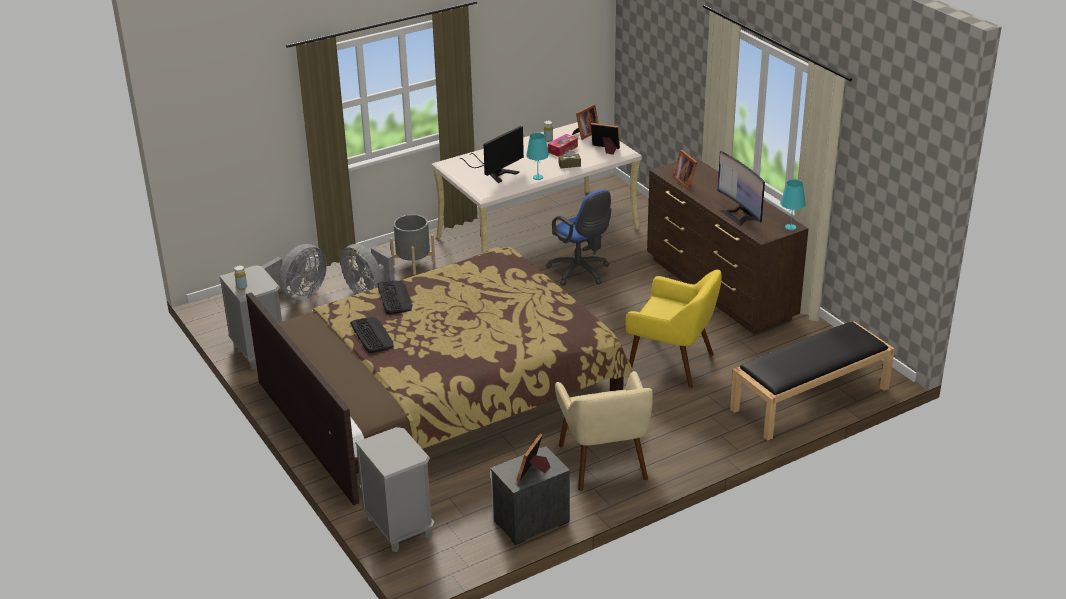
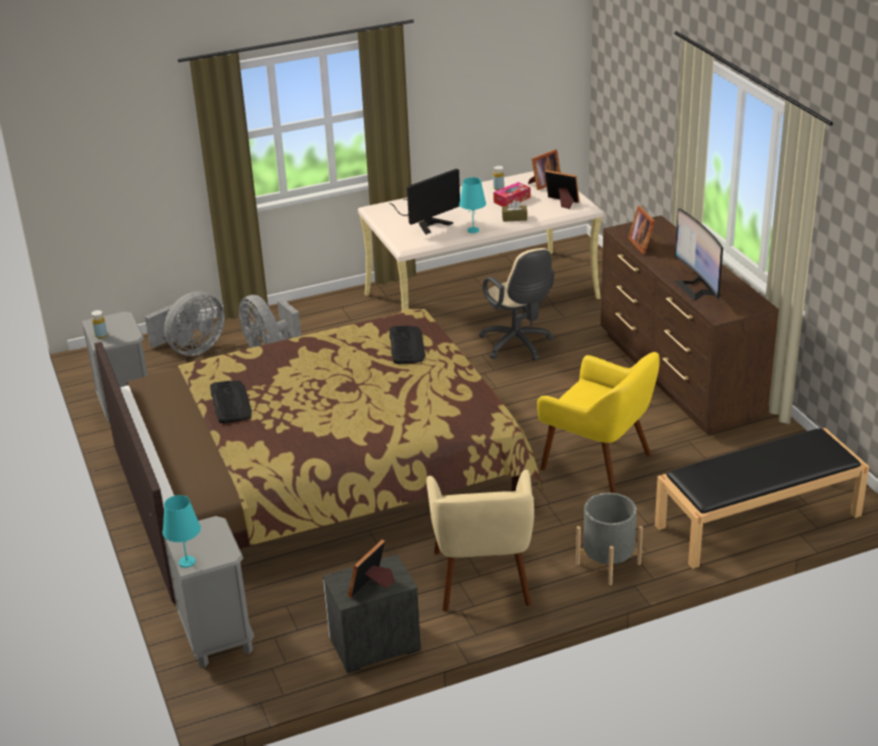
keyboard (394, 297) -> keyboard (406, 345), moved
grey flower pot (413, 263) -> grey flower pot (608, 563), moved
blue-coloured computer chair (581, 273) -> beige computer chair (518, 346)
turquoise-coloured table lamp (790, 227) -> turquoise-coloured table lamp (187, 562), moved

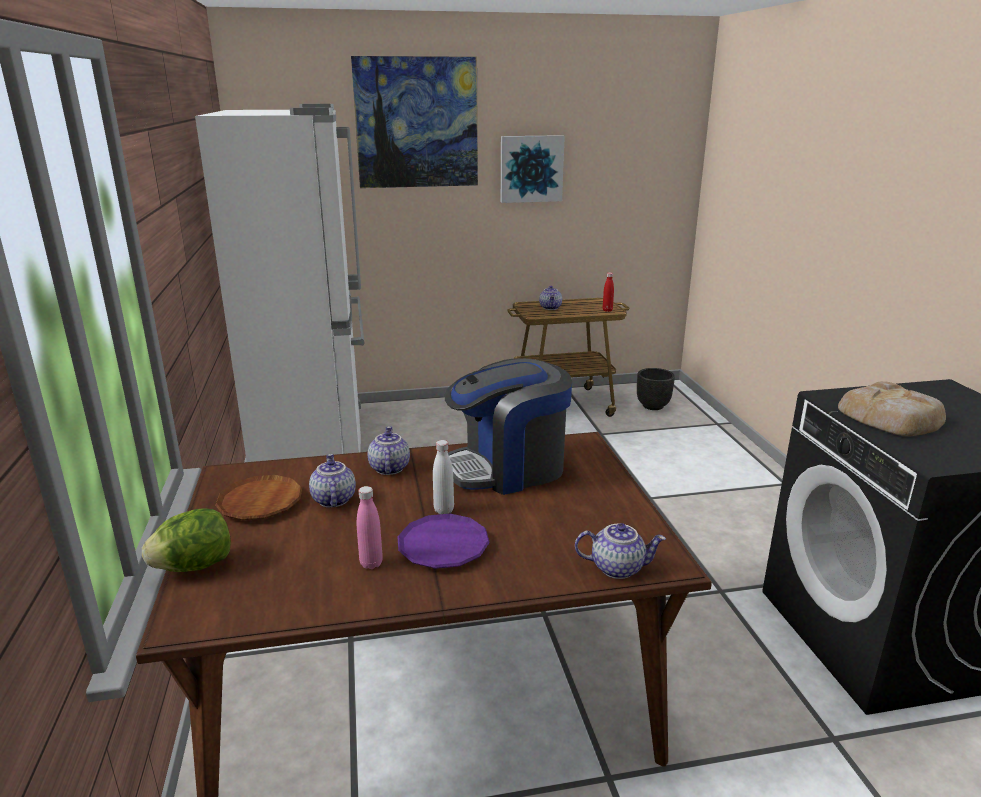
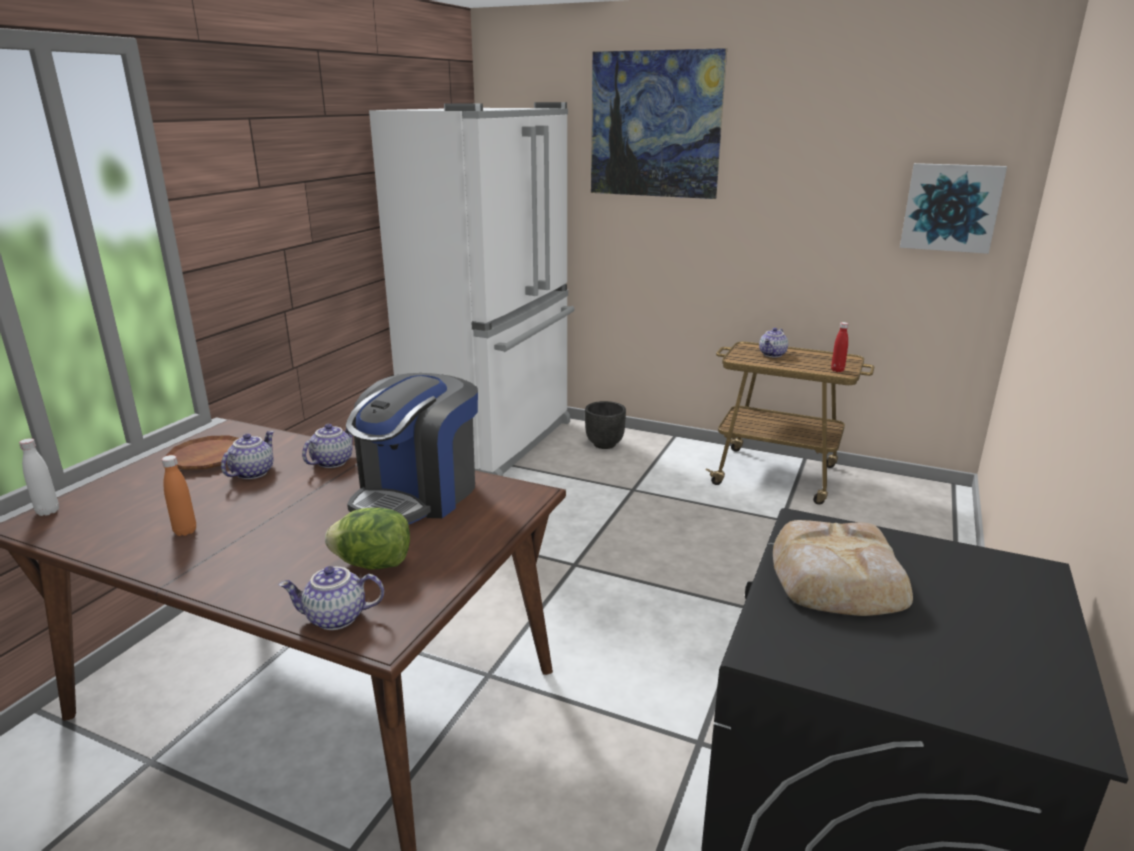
lettuce (195, 566) -> lettuce (373, 564), moved
pinkish drink bottle (371, 563) -> orange drink bottle (185, 531)
purplish plate (443, 546) -> none
white drink bottle (444, 510) -> white drink bottle (48, 511), moved
coffee brewer (507, 468) -> coffee brewer (418, 494), 75 degrees counterclockwise
wall art (531, 169) -> wall art (951, 207), moved
tea pot (617, 567) -> tea pot (335, 618), 135 degrees clockwise
black flower pot (653, 406) -> black flower pot (604, 444), moved

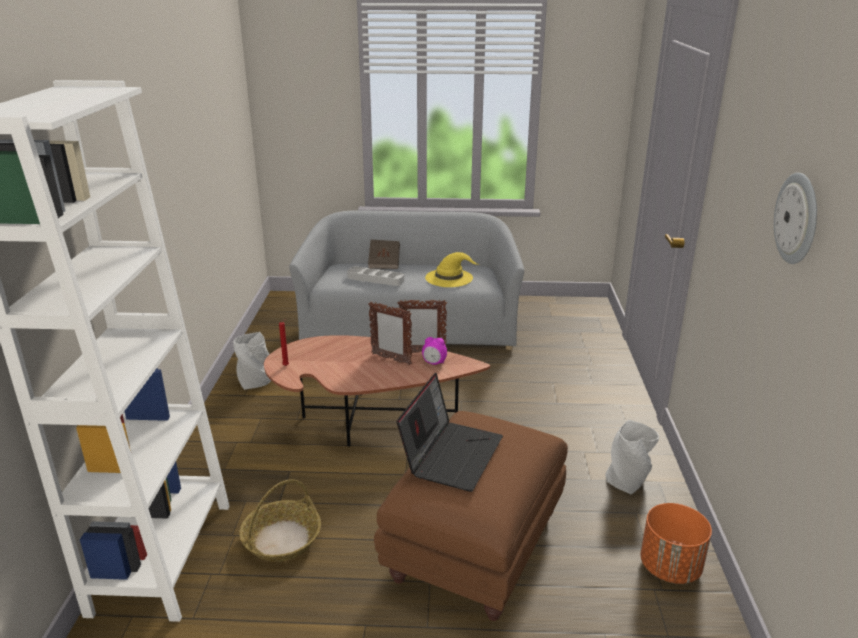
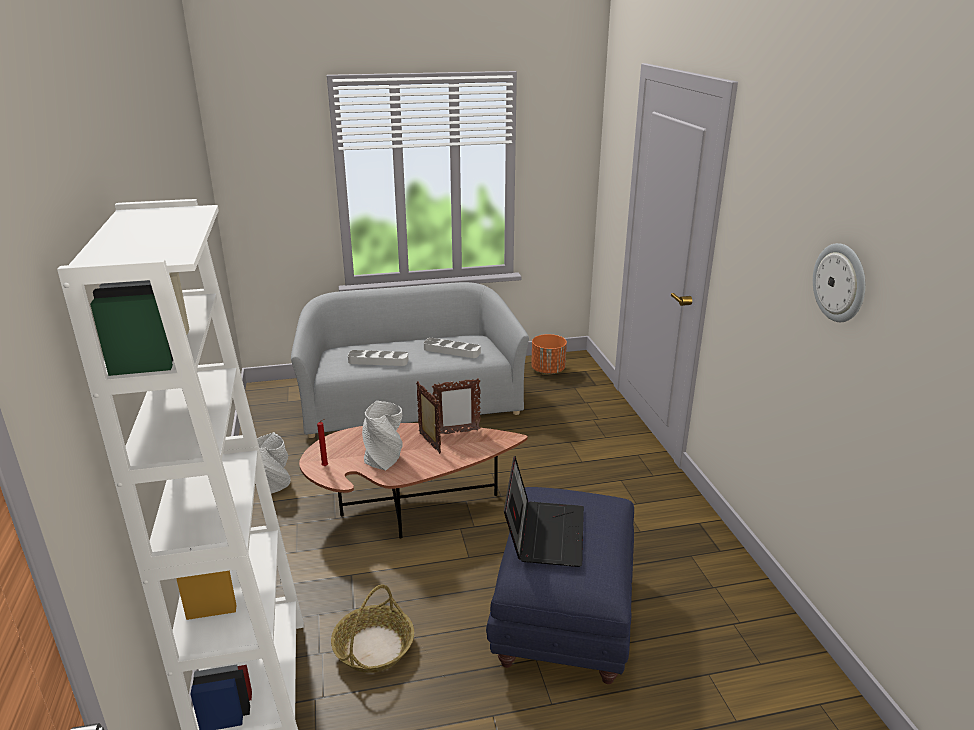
brown-coloured bound book (384, 262) -> none
photo frame (391, 359) -> photo frame (429, 443), 135 degrees counterclockwise
brown-coloured ottoman (475, 546) -> blue-coloured ottoman (564, 615)
alarm clock (434, 363) -> none
yellow wearable hat (450, 278) -> grey carrying tray (452, 351)
grey flower vase (628, 481) -> grey flower vase (384, 460), moved
orange flower pot (670, 567) -> orange flower pot (548, 370), moved

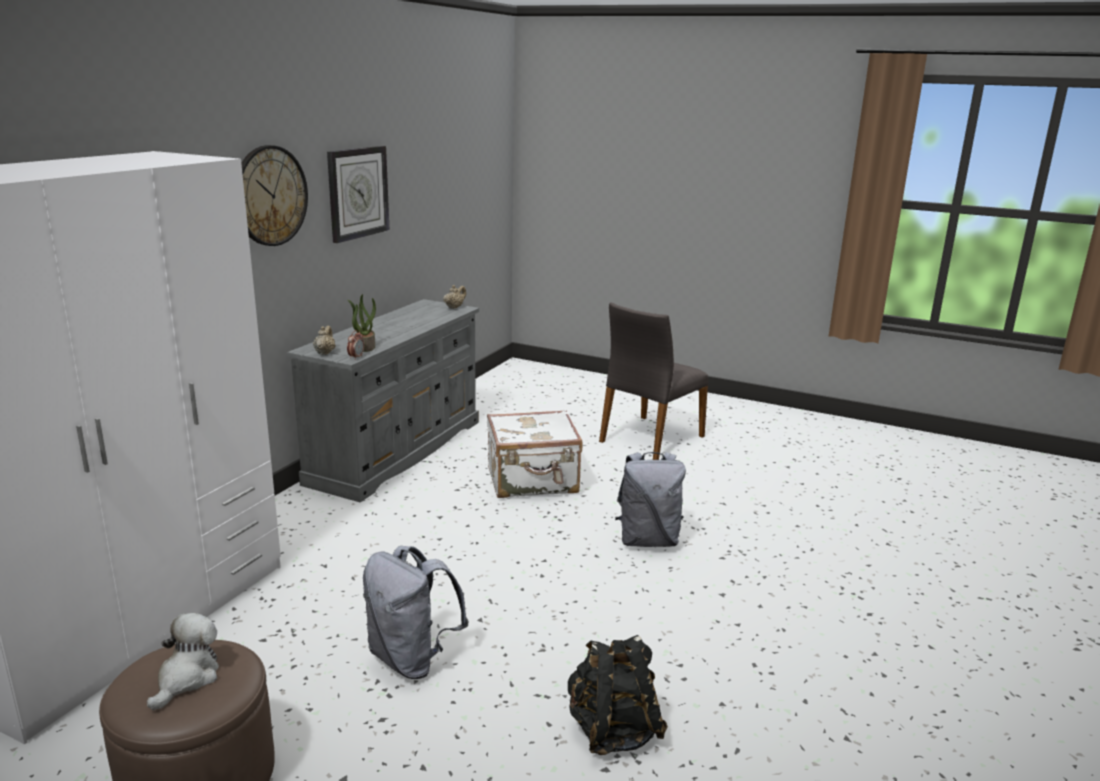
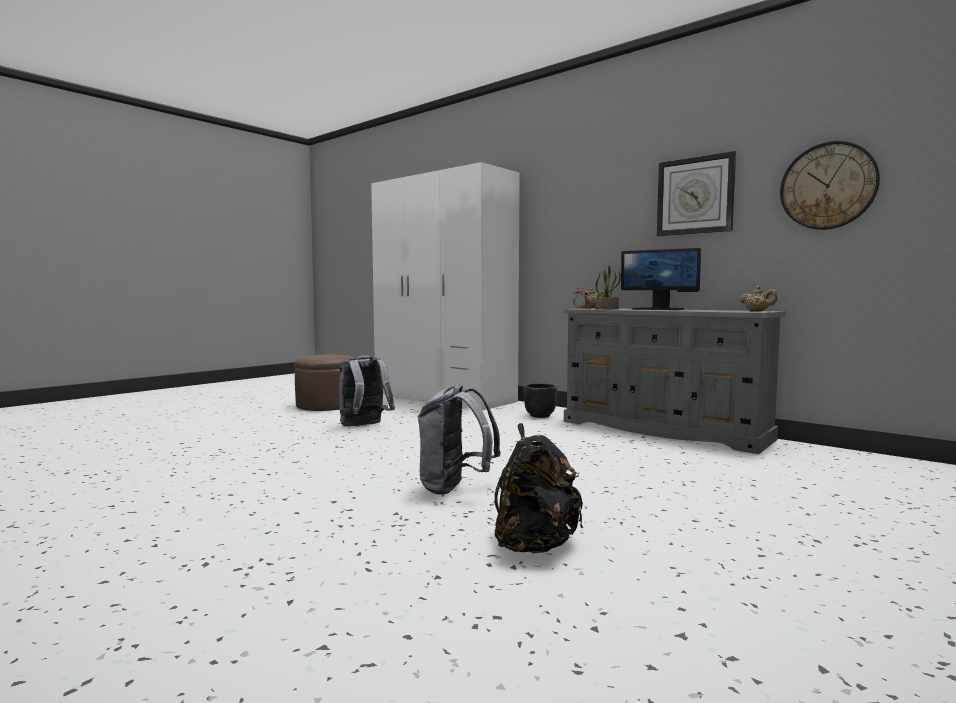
soft toy (187, 678) -> none
wall clock (270, 196) -> wall clock (828, 186), moved
white travel case (533, 481) -> none
black knapsack (612, 731) -> black knapsack (534, 545), moved
grey upright chair (649, 439) -> none
none -> black flower pot (539, 415)
none -> computer screen (658, 309)

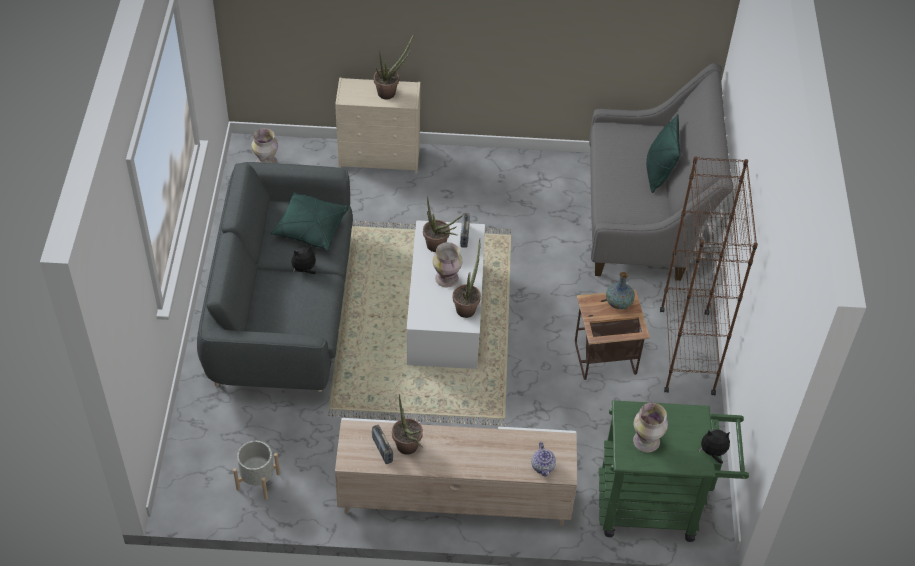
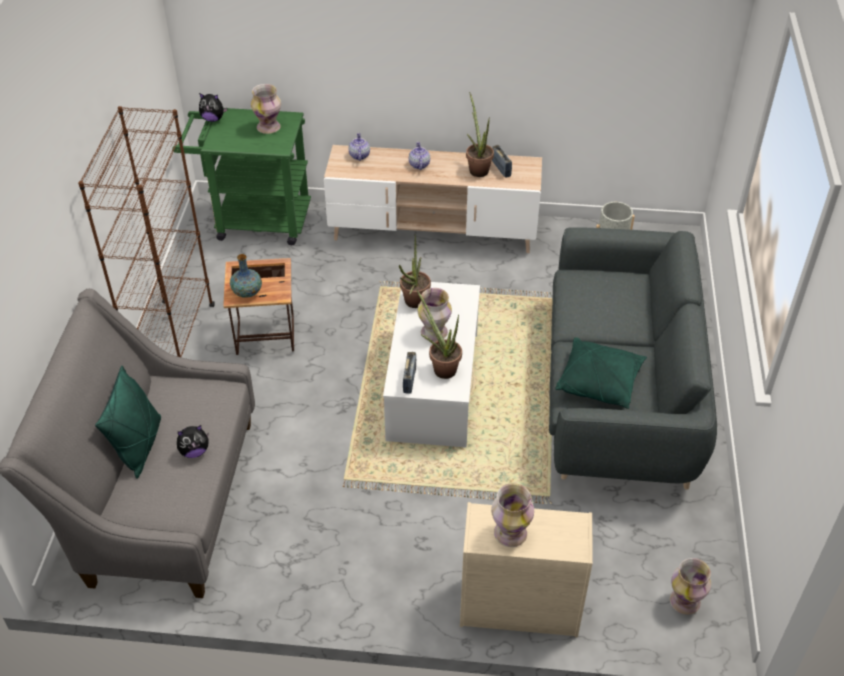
soft toy (304, 270) -> soft toy (194, 451), moved
houseplant (390, 92) -> flower vase (509, 533)
none -> tea pot (419, 164)

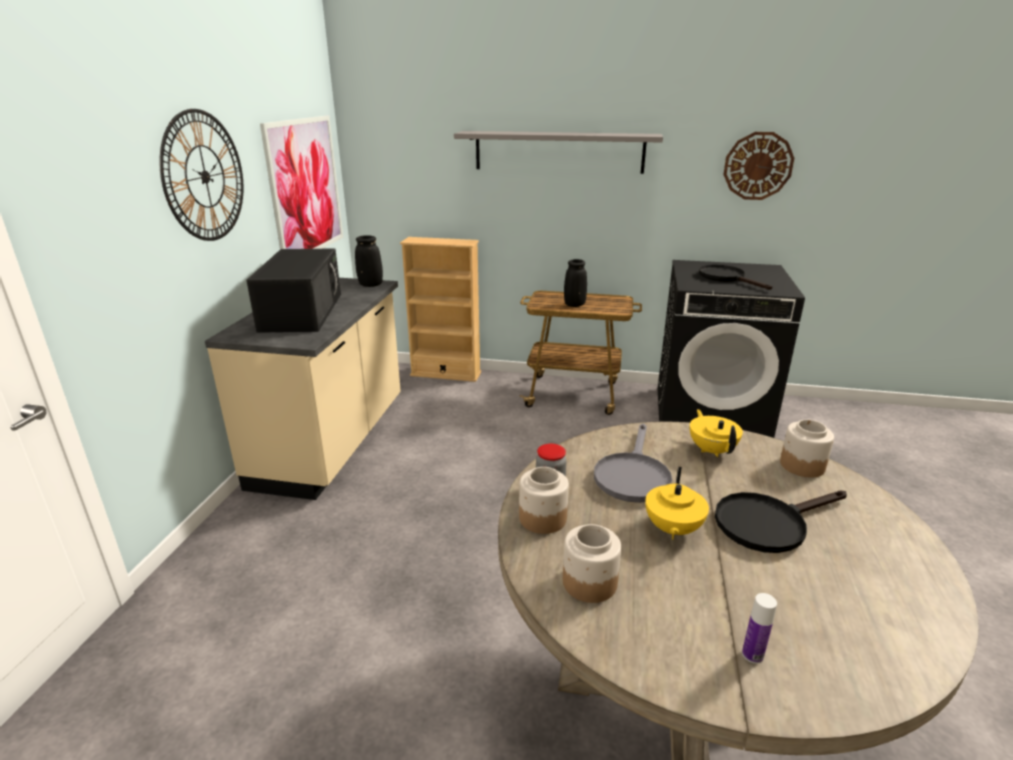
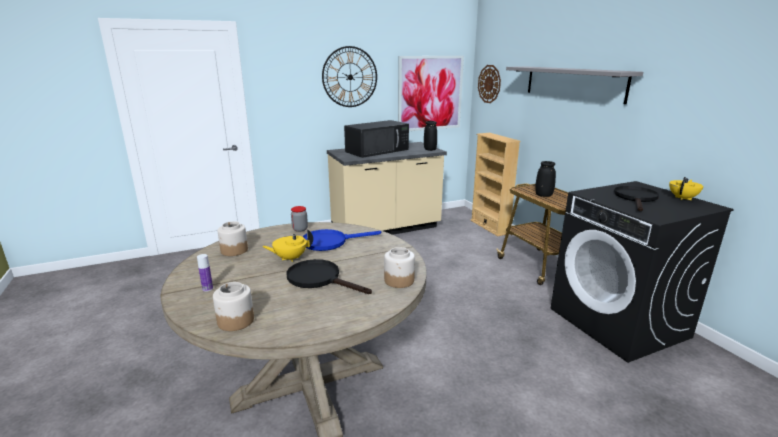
jar (542, 518) -> jar (235, 320), moved
grey pan (632, 475) -> blue-coloured pan (330, 242)
yellow tea pot (712, 450) -> yellow tea pot (683, 198), moved
wall clock (758, 166) -> wall clock (489, 84), moved

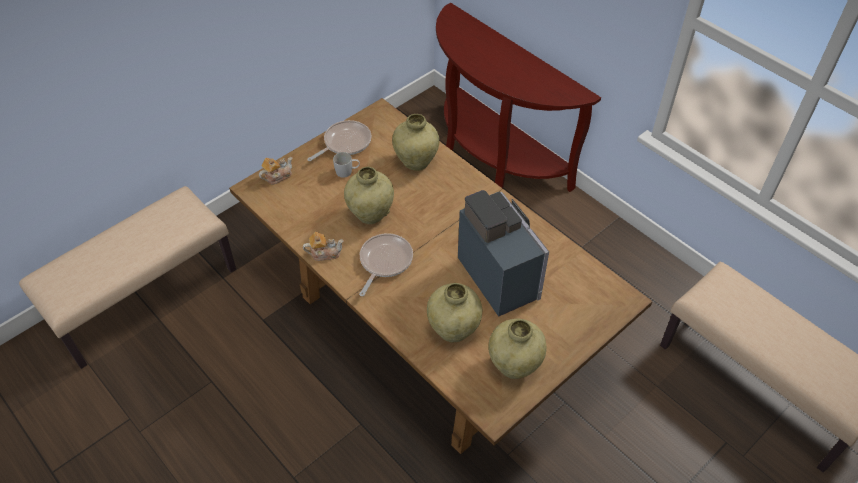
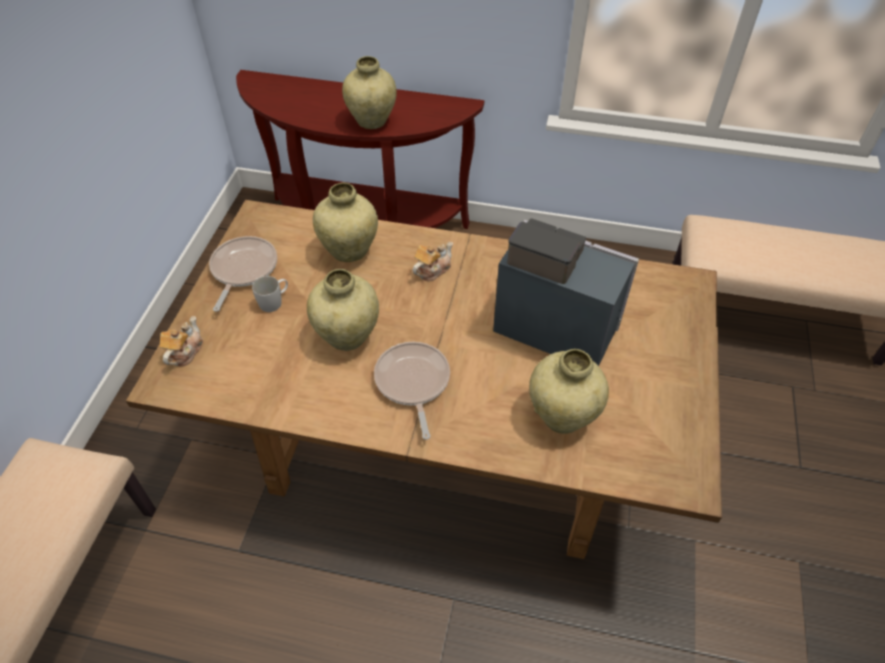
tea pot (324, 253) -> tea pot (432, 270), moved
beige flower vase (514, 366) -> beige flower vase (372, 121), moved

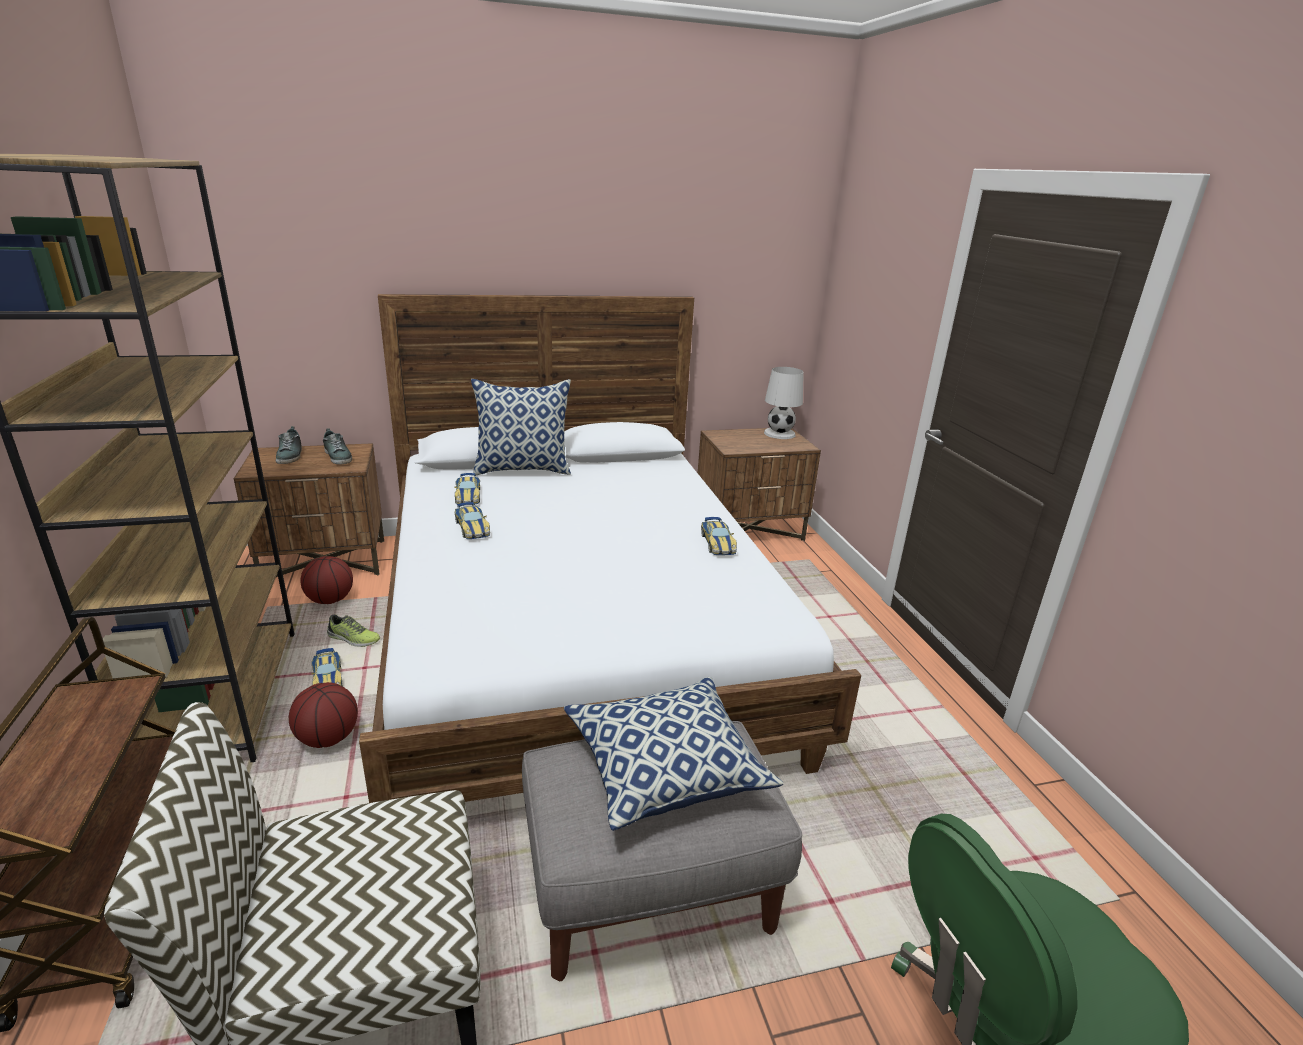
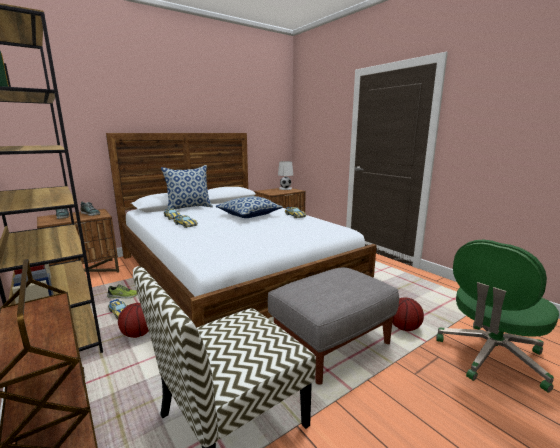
basketball (330, 600) -> basketball (404, 328), moved
pillow (666, 767) -> pillow (249, 215), moved

